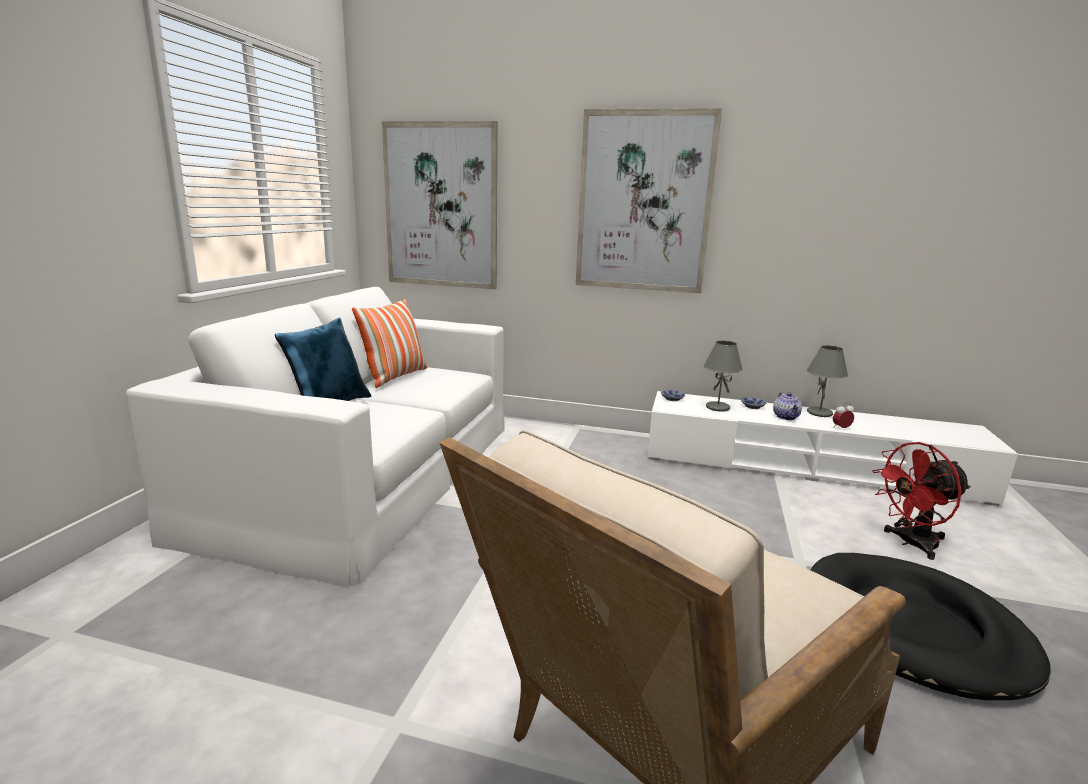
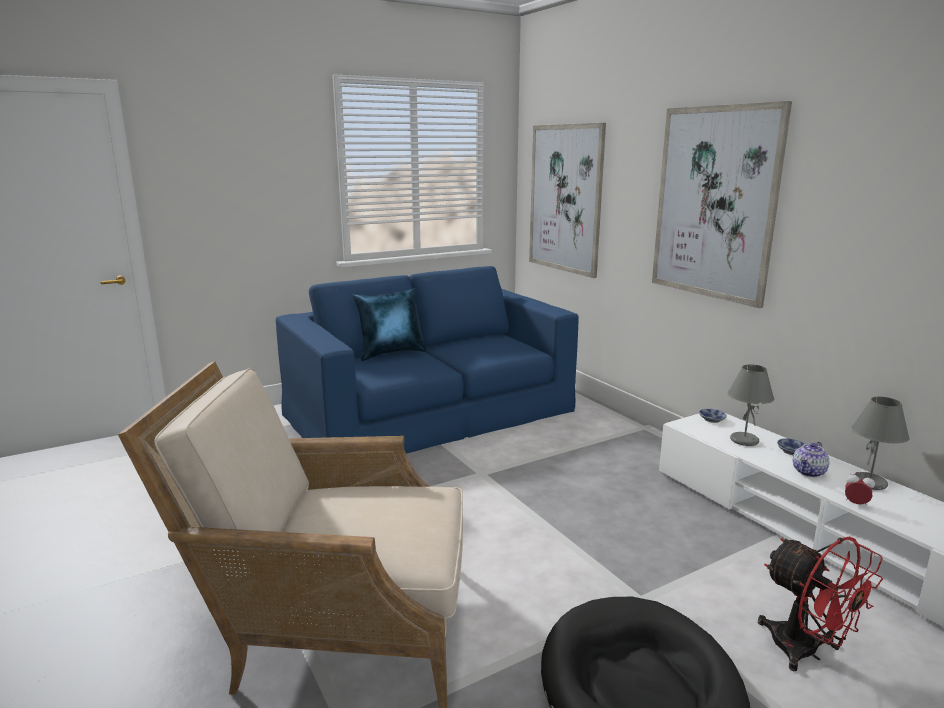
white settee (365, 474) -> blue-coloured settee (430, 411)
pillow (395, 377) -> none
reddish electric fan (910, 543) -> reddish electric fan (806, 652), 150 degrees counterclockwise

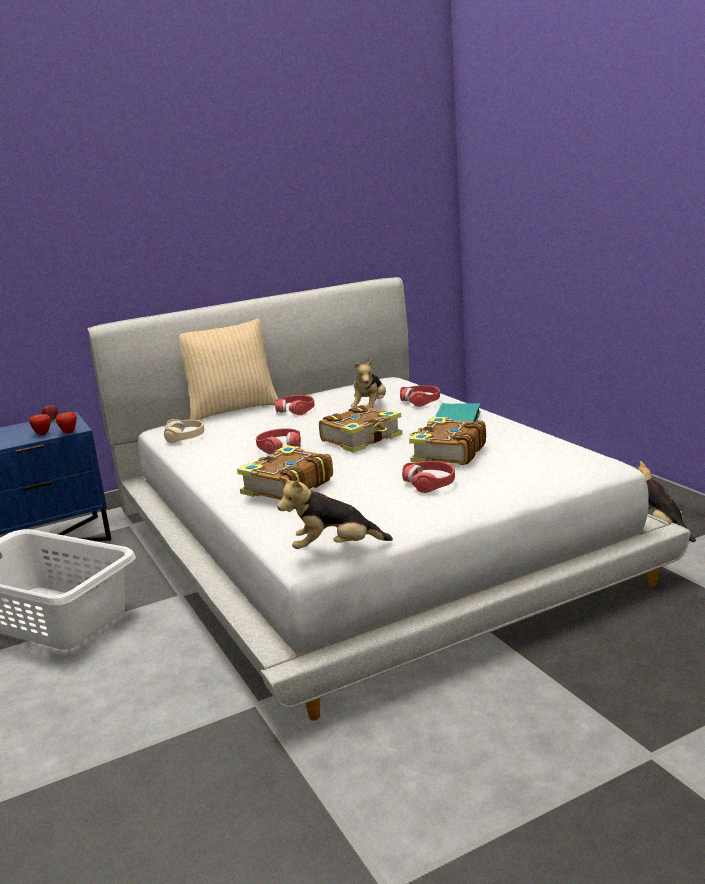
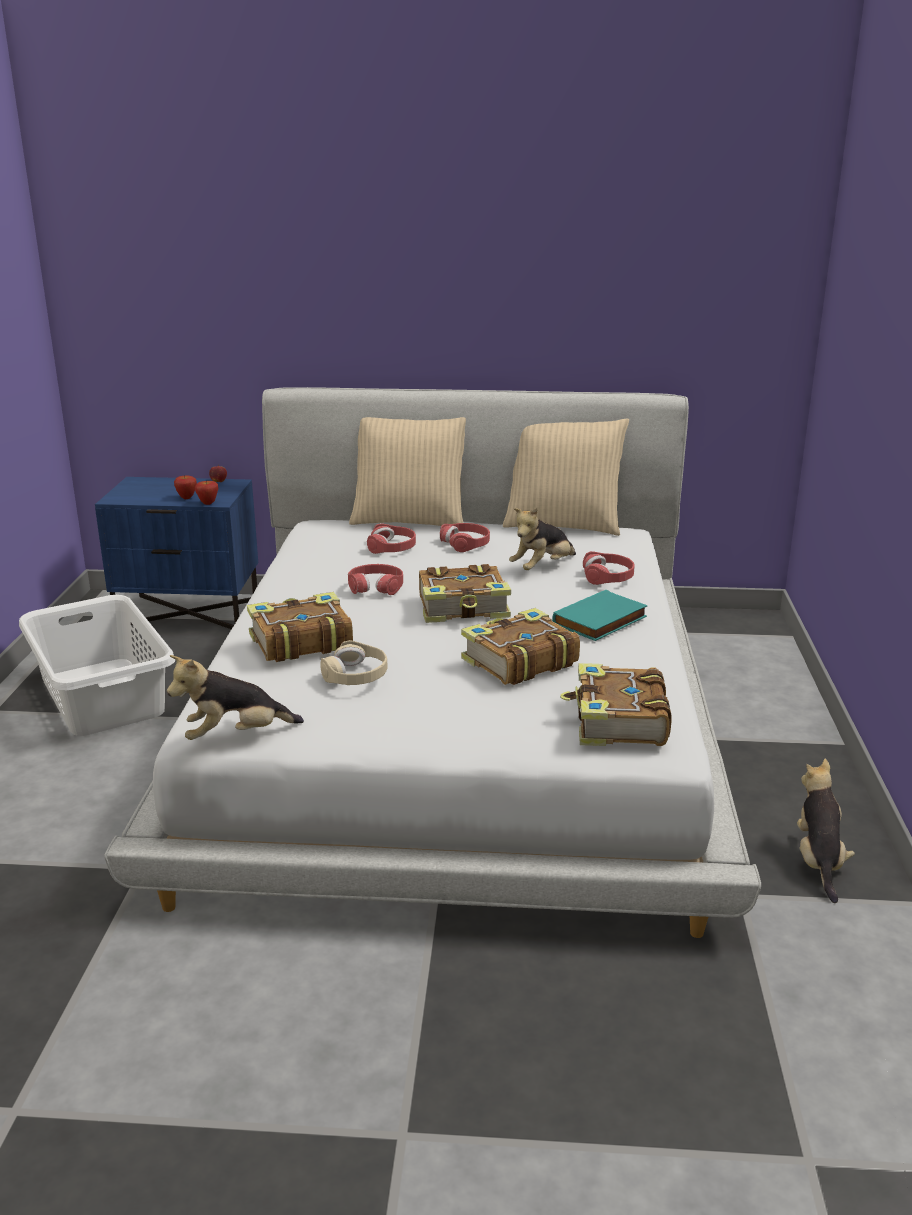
beige headset (185, 436) -> beige headset (356, 675), moved
soft toy (335, 548) -> soft toy (235, 736), 45 degrees counterclockwise
reddish headset (430, 483) -> reddish headset (392, 547), moved
none -> beige pillow (563, 525)
none -> bound book (617, 722)

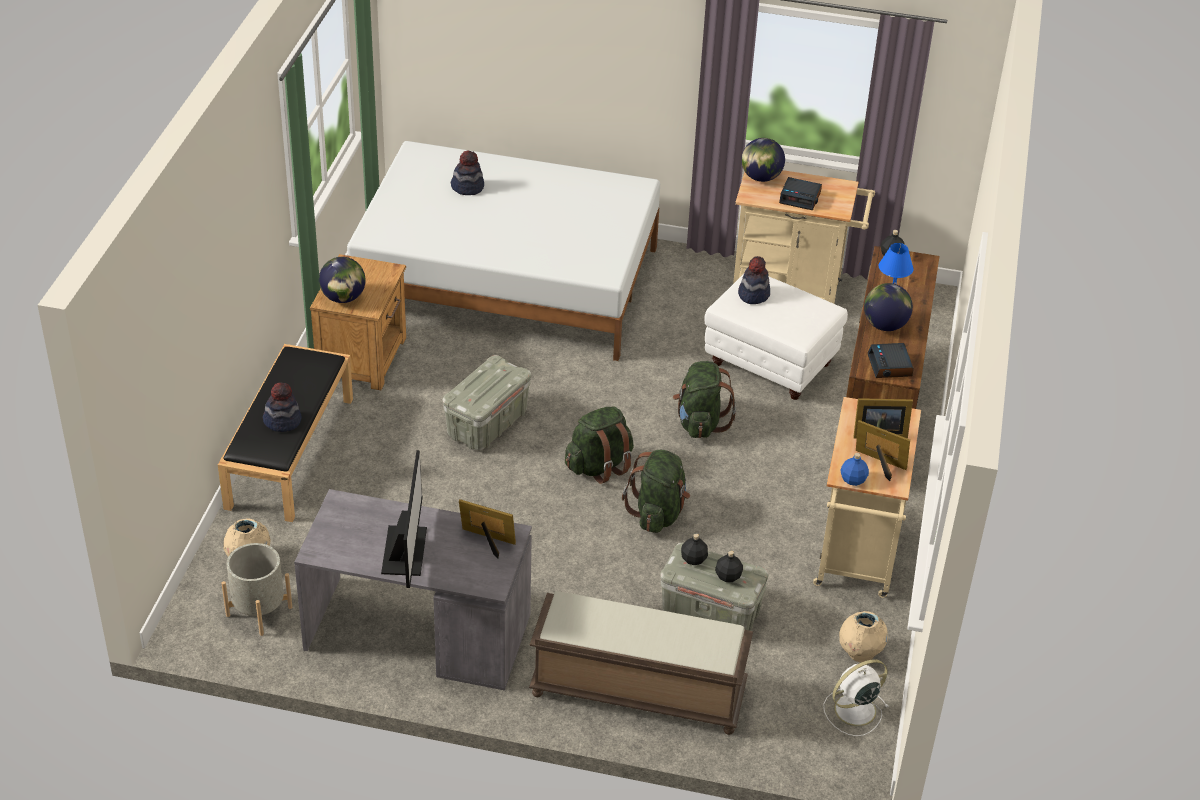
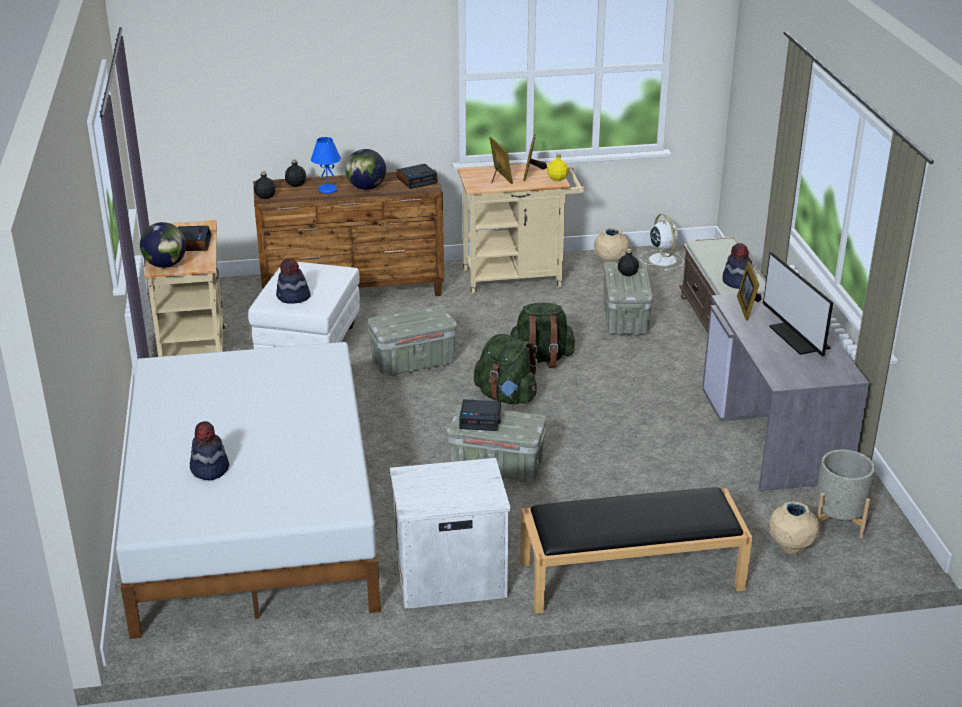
wearable hat (282, 421) -> wearable hat (737, 282), moved
brown-coloured nightstand (363, 357) -> white nightstand (448, 576)
desk globe (343, 298) -> none
computer screen (405, 551) -> computer screen (798, 337), 90 degrees counterclockwise
green knapsack (700, 423) -> grey storage box (413, 362)
black drink bottle (693, 559) -> black drink bottle (296, 184), moved
white electric fan (853, 710) -> white electric fan (661, 259), 150 degrees counterclockwise
blue-coloured drink bottle (852, 480) -> yellow drink bottle (557, 178)
none -> alarm clock (480, 419)

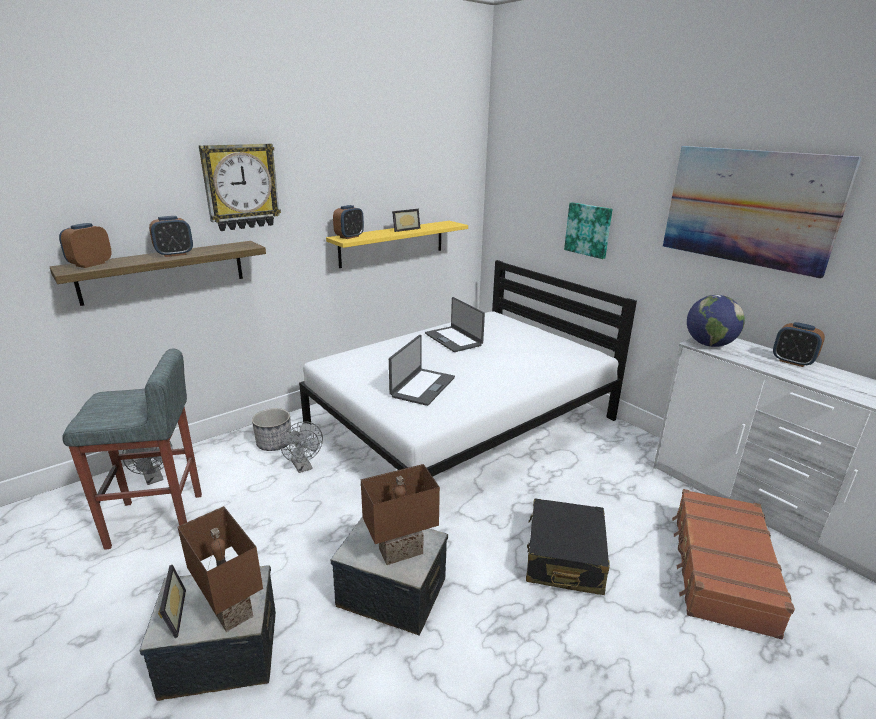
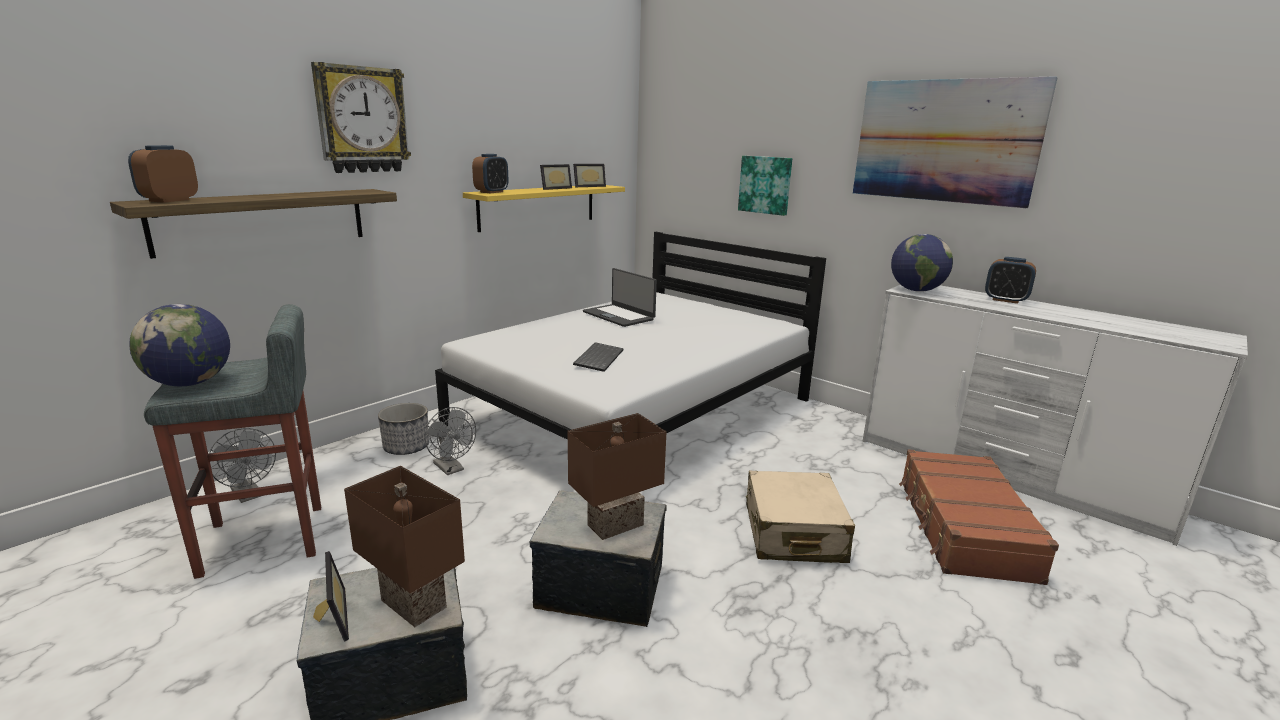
alarm clock (174, 254) -> none
portable computer (422, 387) -> keyboard (598, 358)
black travel case (564, 558) -> beige travel case (793, 533)
none -> desk globe (190, 383)
none -> photo frame (588, 186)

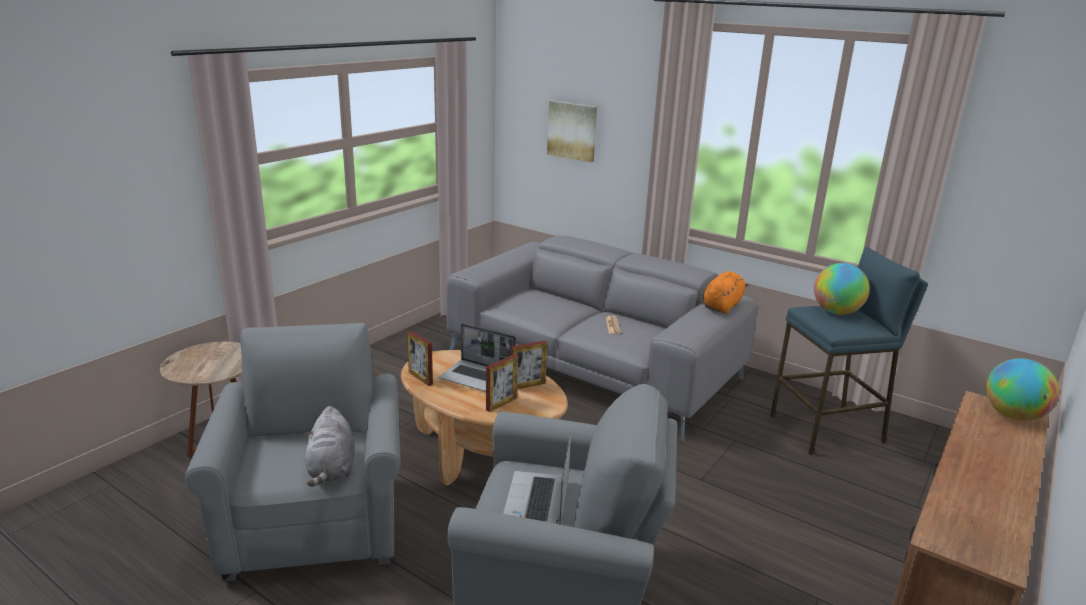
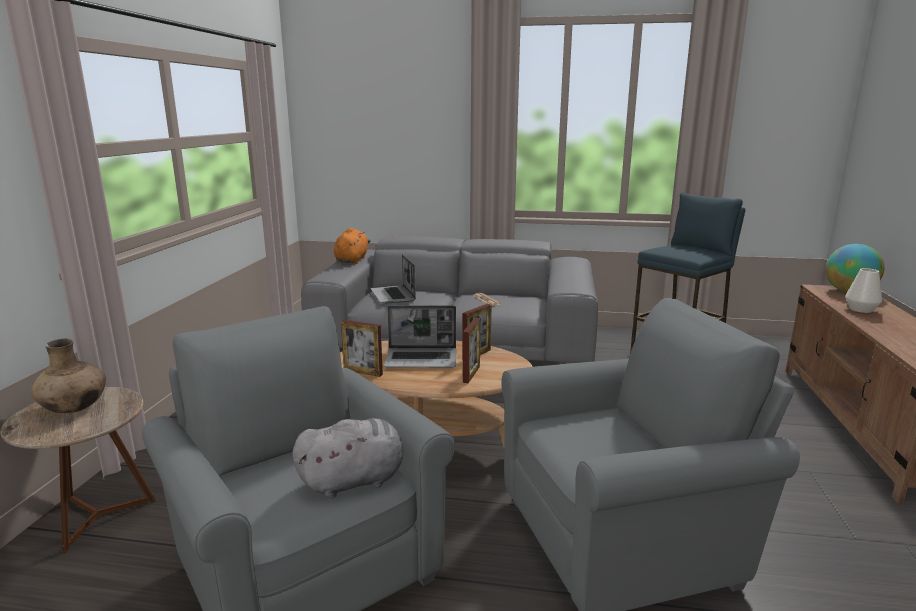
grey soft toy (331, 469) -> grey soft toy (357, 480), 75 degrees counterclockwise
portable computer (538, 502) -> portable computer (393, 296), moved
wall art (572, 130) -> none
orange soft toy (722, 306) -> orange soft toy (352, 260), moved
desk globe (836, 312) -> none
none -> brown-coloured flower vase (75, 408)
none -> white flower vase (860, 309)

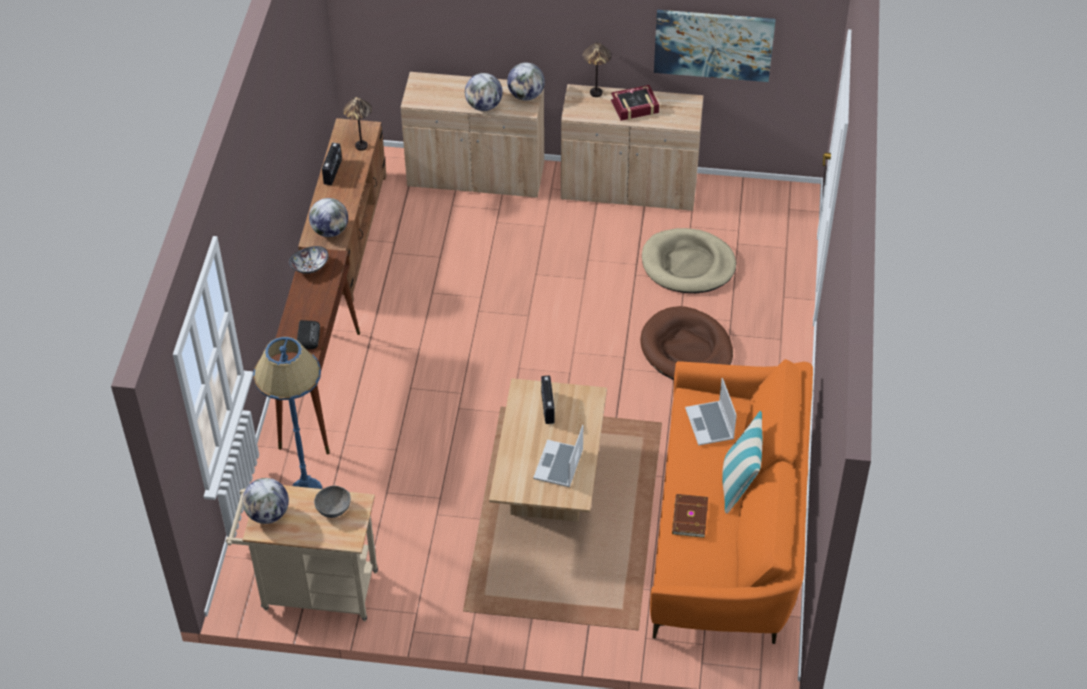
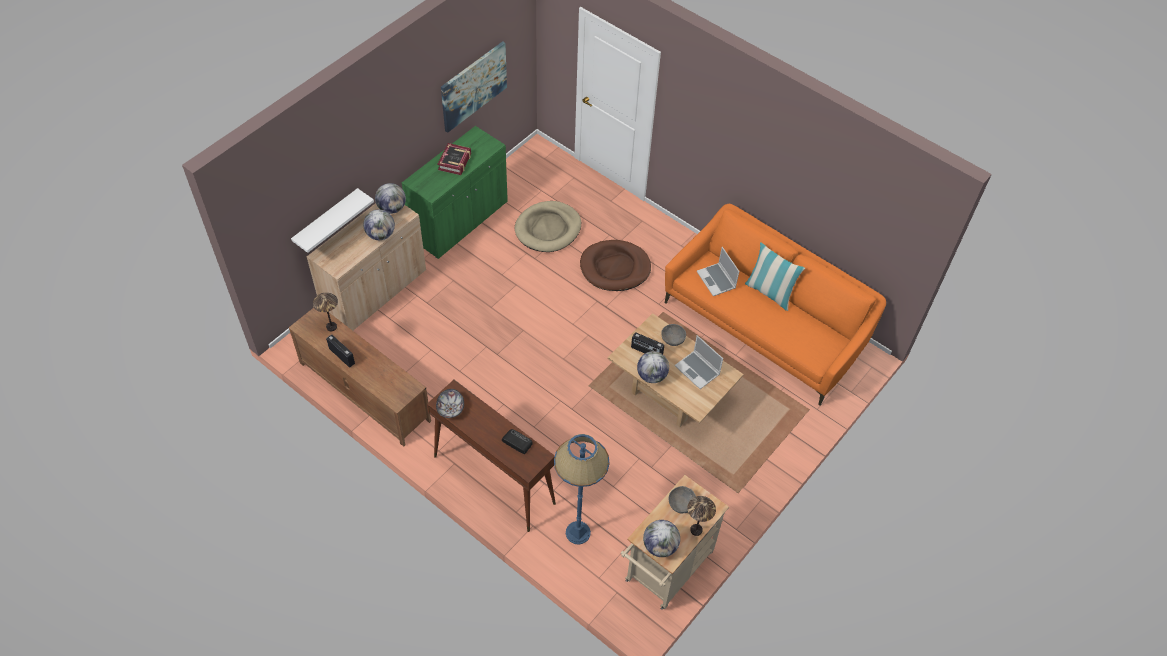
desk globe (330, 231) -> desk globe (651, 376), moved
beige cupboard (629, 188) -> green cupboard (459, 221)
table lamp (596, 93) -> table lamp (696, 530), moved
brown-coloured bound book (689, 517) -> none
portable computer (710, 424) -> portable computer (717, 280), 45 degrees clockwise
none -> white bracket shelf (326, 220)
none -> grey deep dish (672, 339)

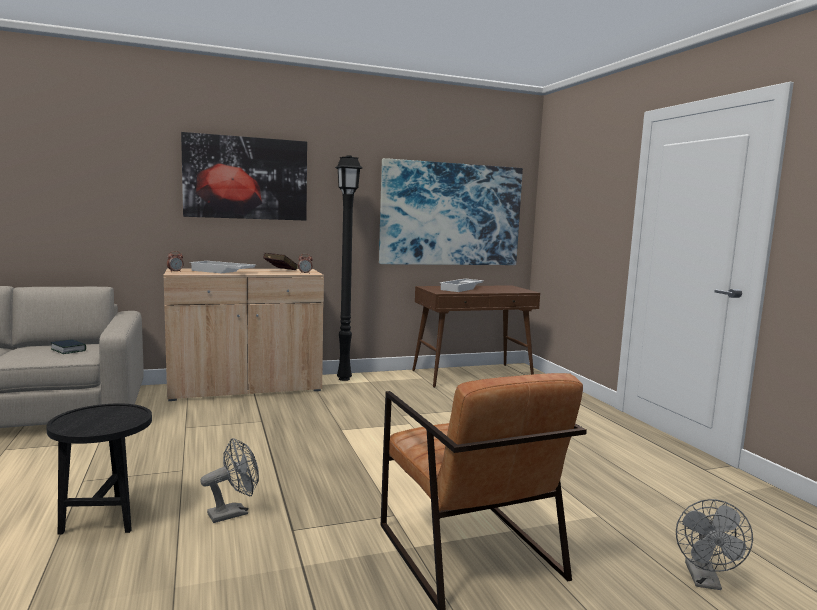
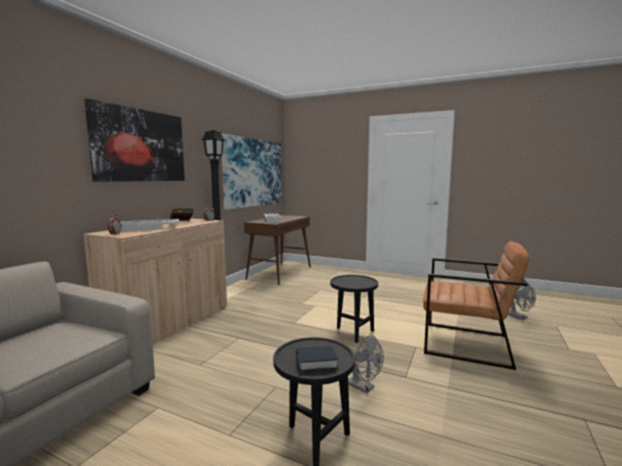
bound book (68, 350) -> bound book (316, 362), moved
grey electric fan (234, 512) -> grey electric fan (364, 387), 120 degrees clockwise
none -> black side table (353, 332)

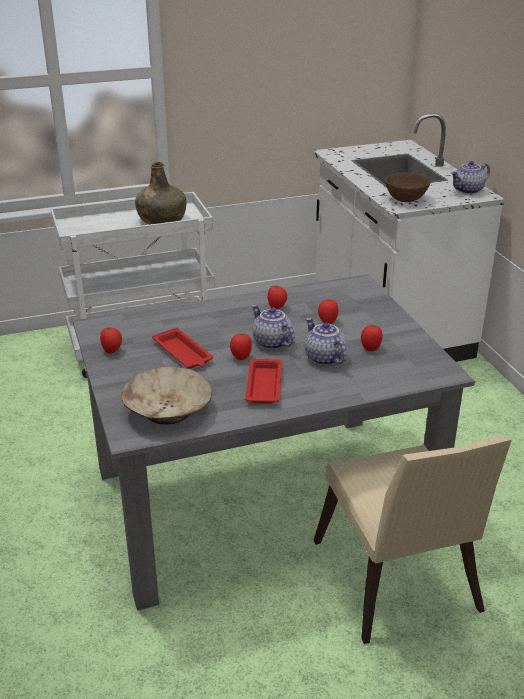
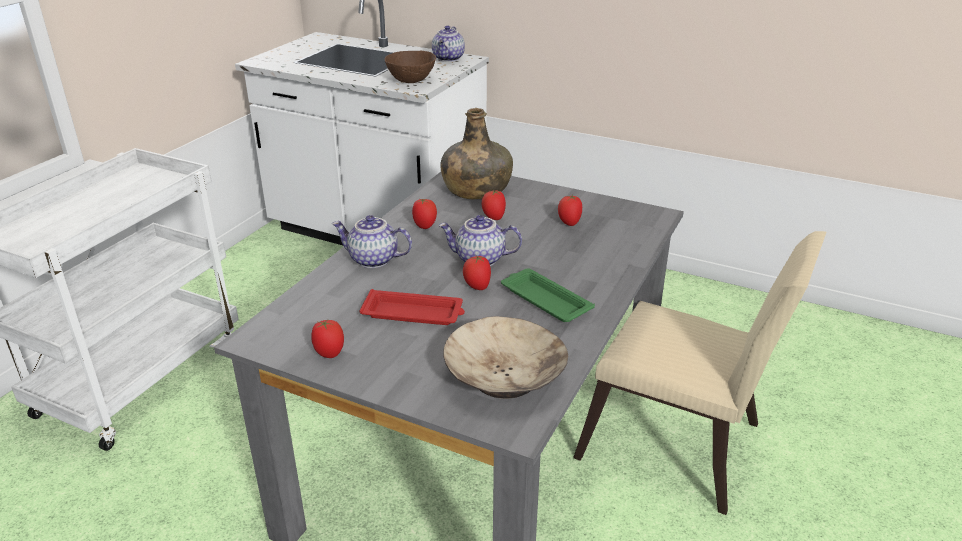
green drink bottle (162, 220) -> green drink bottle (476, 189), moved
reddish carrying tray (264, 384) -> green carrying tray (544, 300)
tea pot (323, 358) -> tea pot (372, 260), moved

